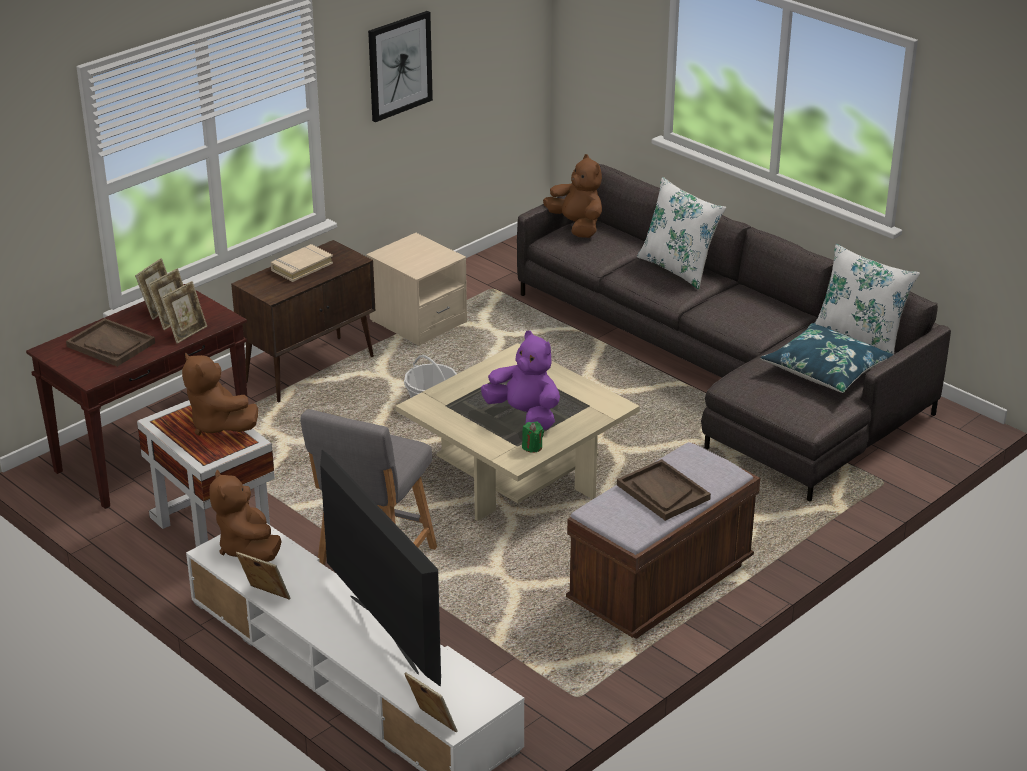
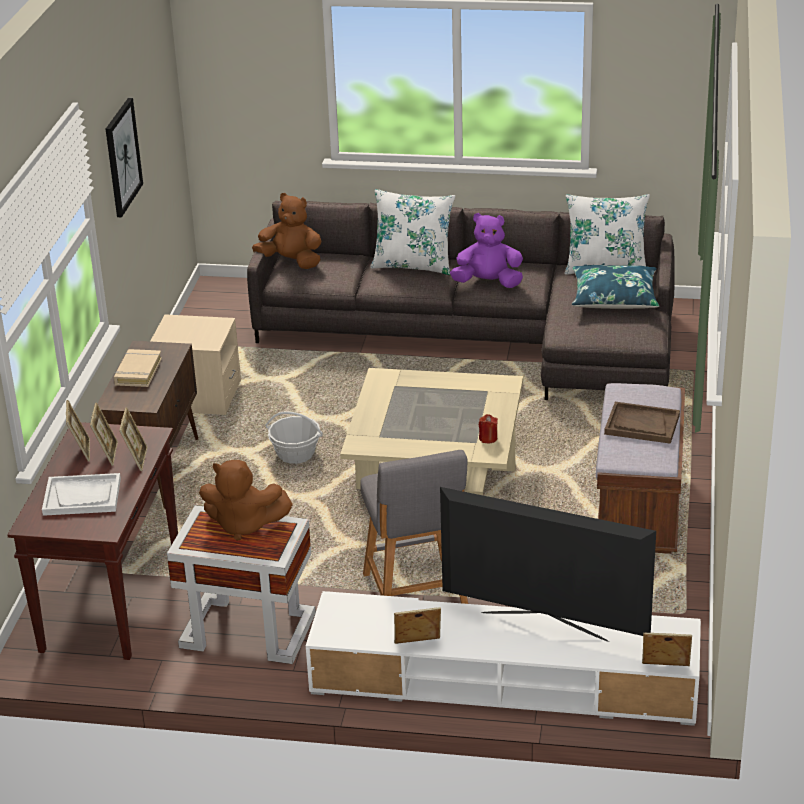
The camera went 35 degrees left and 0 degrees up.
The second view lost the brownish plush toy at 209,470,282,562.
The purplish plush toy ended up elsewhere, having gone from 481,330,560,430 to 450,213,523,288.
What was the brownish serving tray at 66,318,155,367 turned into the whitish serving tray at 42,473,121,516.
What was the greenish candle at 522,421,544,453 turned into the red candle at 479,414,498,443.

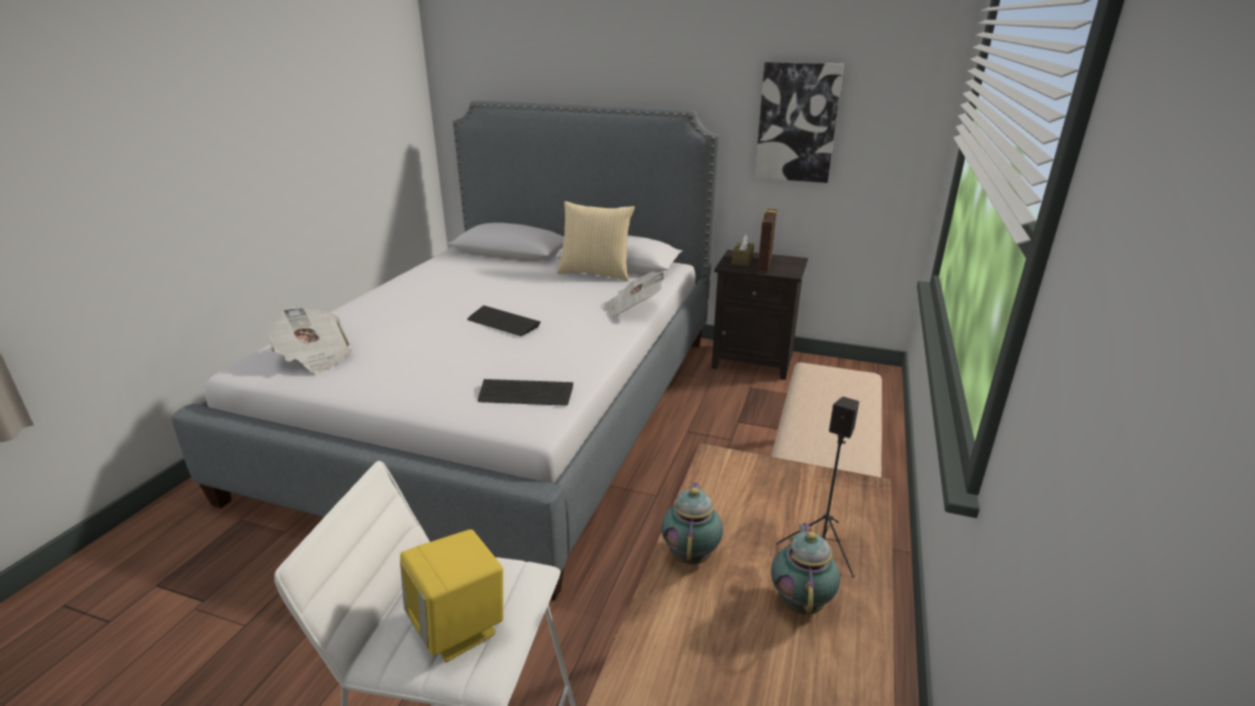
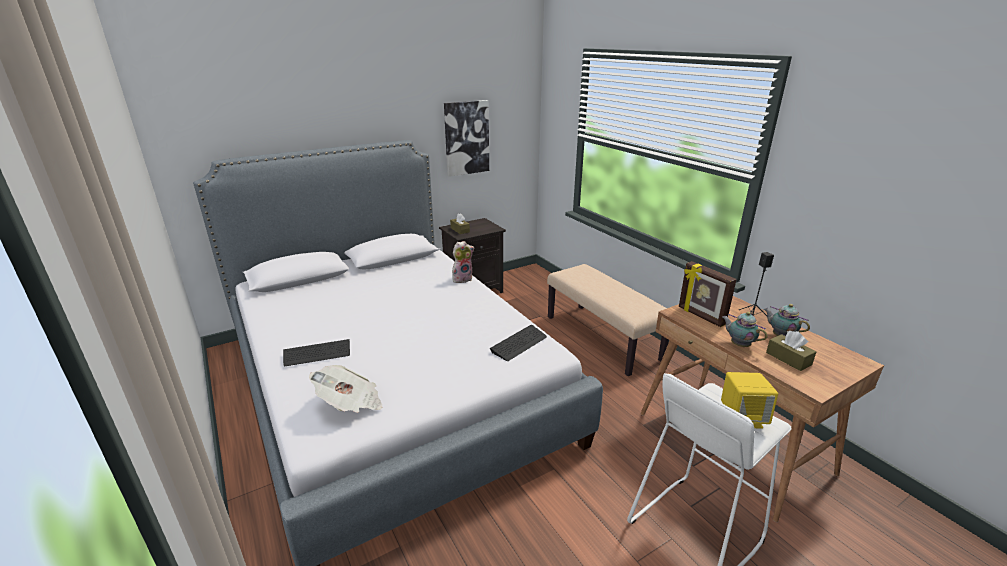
The camera went 50 degrees left and 0 degrees up.
The second view lost the pillow at 557,201,635,281.
The second view gained the brownish tissue box at 766,331,816,371.
The computer keyboard ended up elsewhere, having gone from 467,305,540,336 to 283,339,350,366.
The standing frame ended up elsewhere, having gone from 758,209,777,272 to 679,261,737,327.
Where the daily paper stood at 600,272,667,316, the plush toy came to stand at 452,241,474,283.

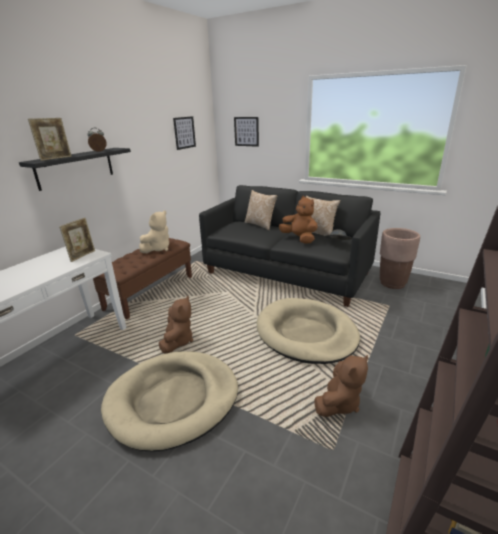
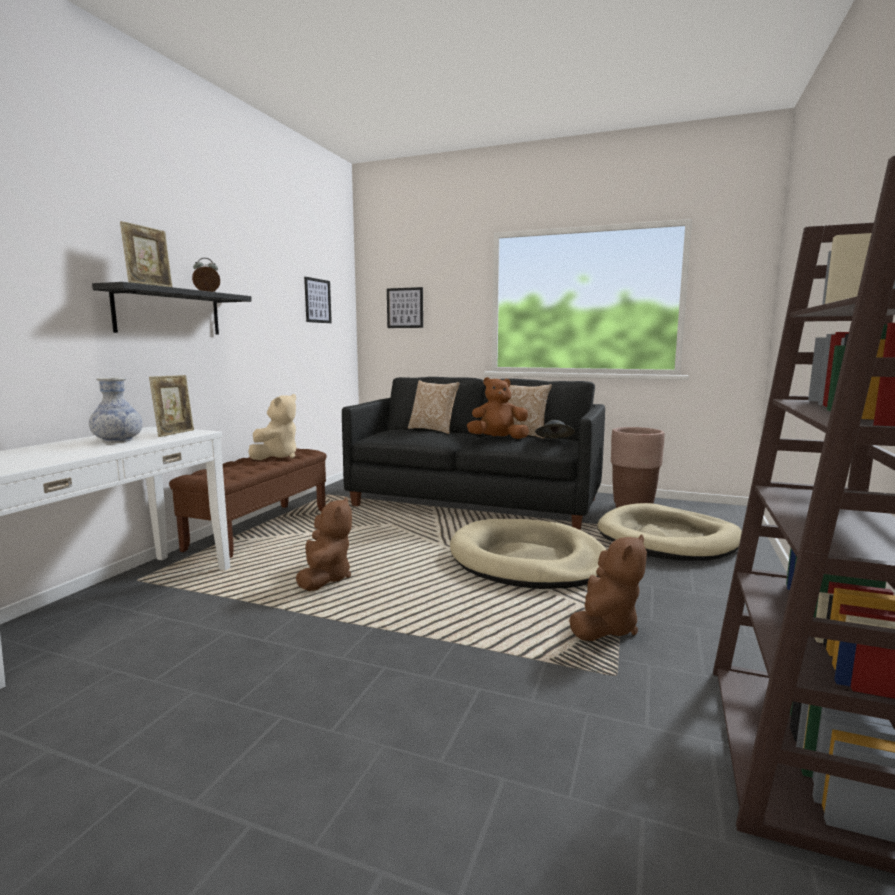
The camera went 10 degrees left and 15 degrees down.
The second view gained the decorative vase at 89,378,142,443.
The beige-coloured pet bed ended up elsewhere, having gone from 101,351,238,452 to 597,503,742,561.
The brownish plush toy at 279,196,318,243 ended up facing another way, 45 degrees counterclockwise from before.

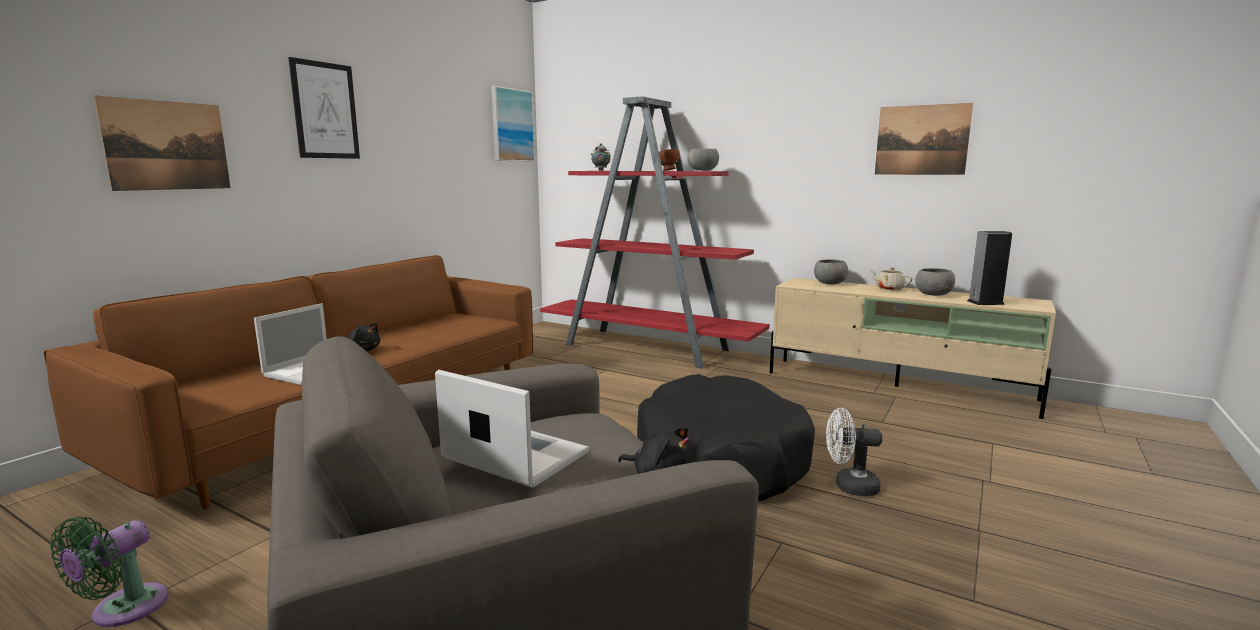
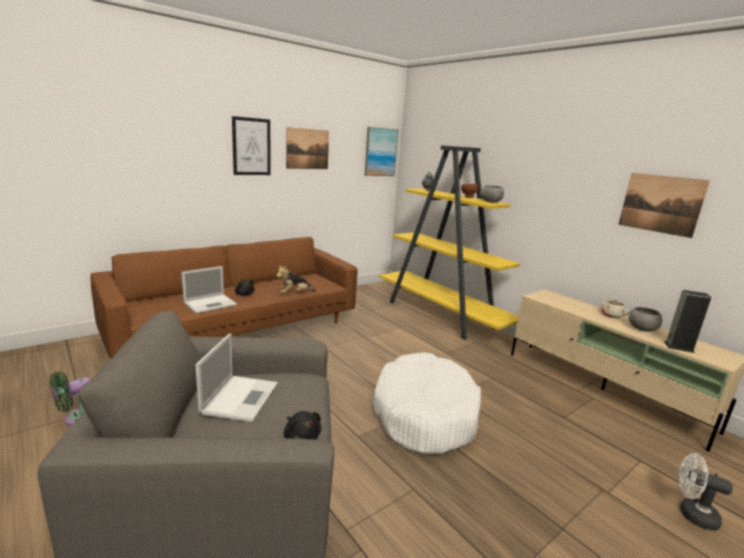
The camera went 20 degrees right and 5 degrees up.
The second view lost the greyish deep dish at 814,259,848,284.
The second view gained the plush toy at 276,265,315,293.
The wall picture ended up elsewhere, having gone from 94,95,230,191 to 286,127,329,169.
The whitish cooling fan ended up elsewhere, having gone from 826,408,882,496 to 678,453,733,531.
What was the red shelving unit at 540,96,770,368 turned into the yellowish shelving unit at 379,145,520,340.
What was the black-coloured pet bed at 637,374,815,501 turned into the whitish pet bed at 372,352,481,455.
The laptop at 435,370,589,488 ended up facing another way, 45 degrees clockwise from before.

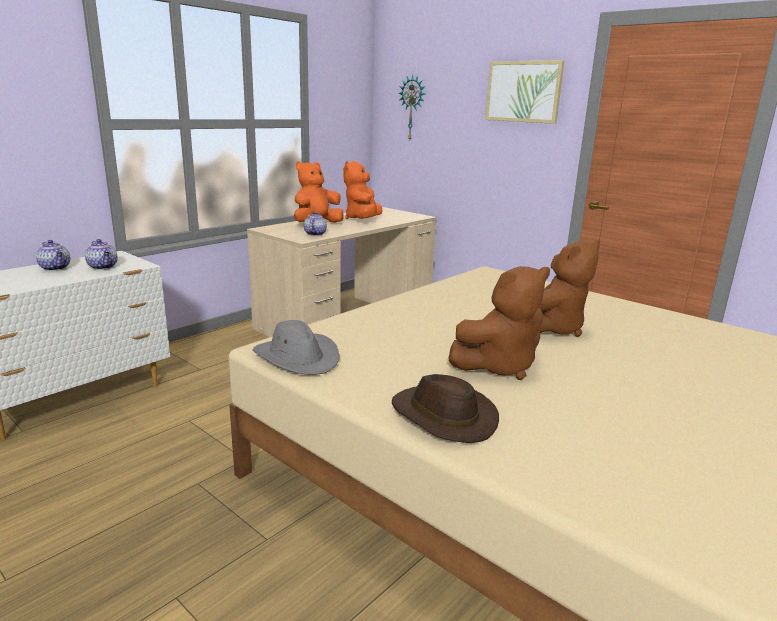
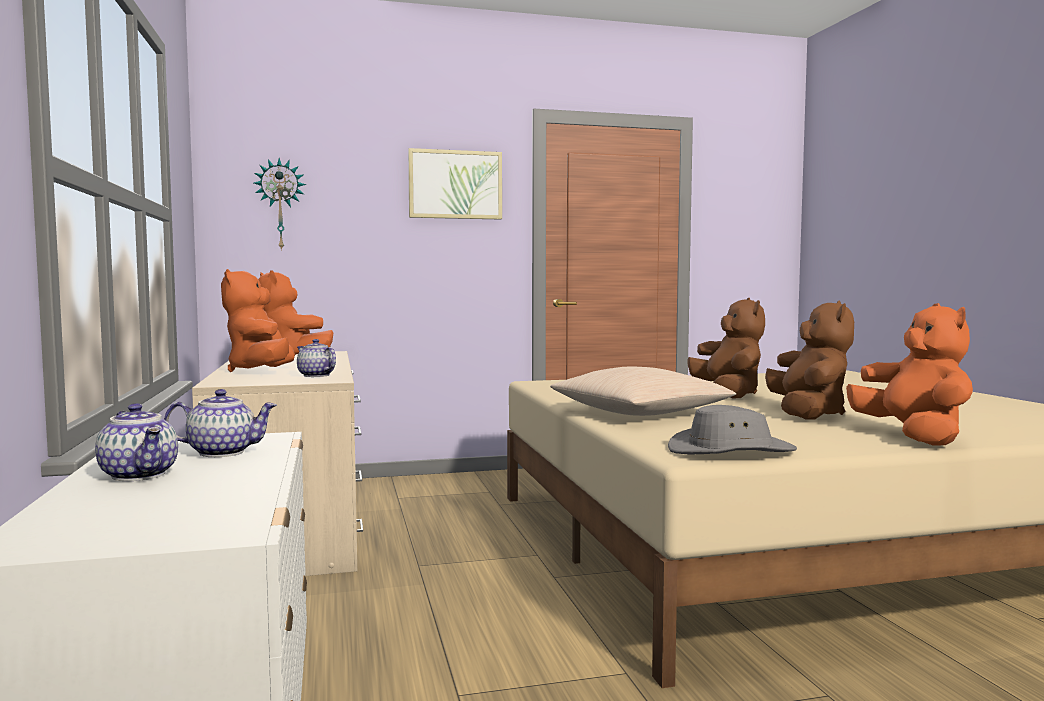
The camera went 55 degrees left and 15 degrees down.
The second view gained the beige-coloured pillow at 550,367,736,416.
Where the brownish hat stood at 392,374,499,443, the orangey plush toy came to stand at 846,303,973,446.
The tea pot at 36,240,70,271 ended up facing another way, 60 degrees clockwise from before.

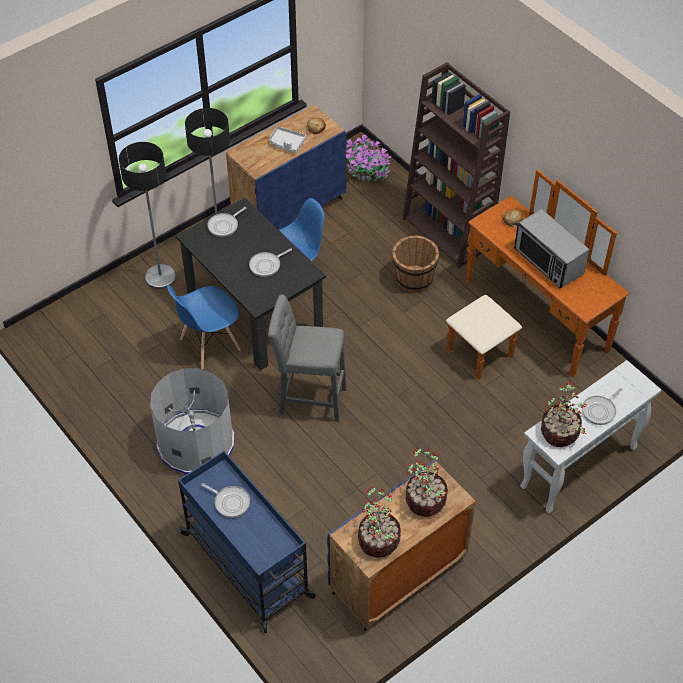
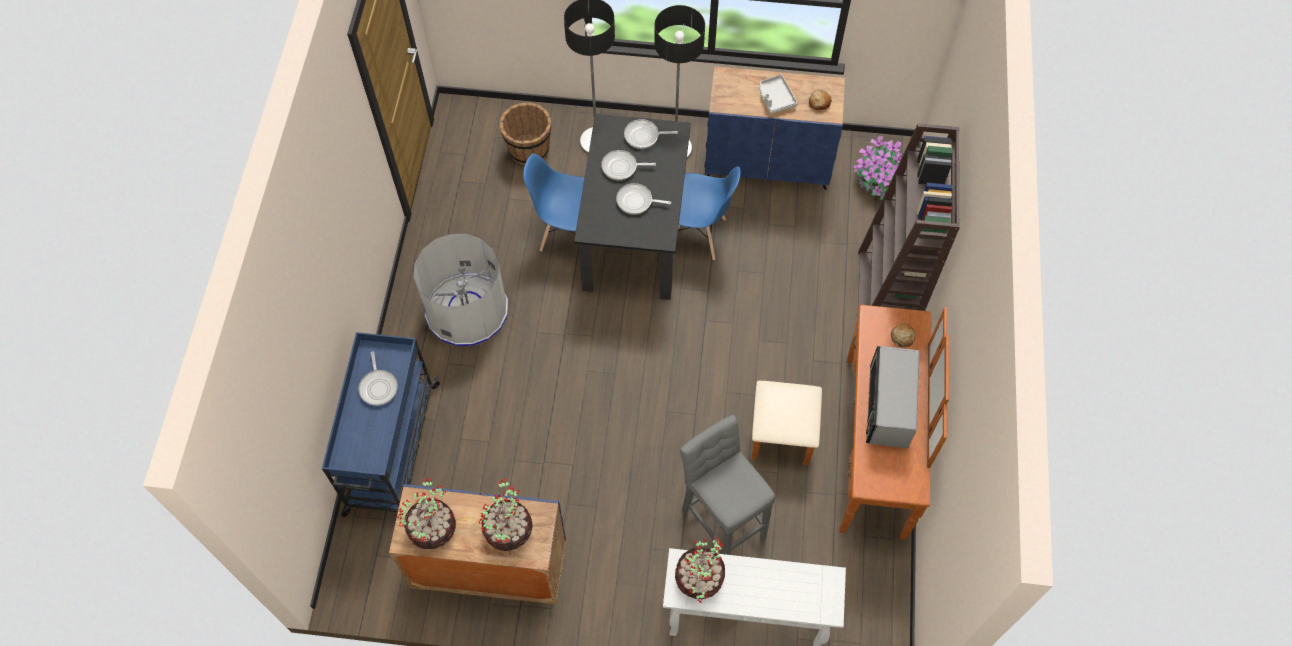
The camera went 45 degrees right and 10 degrees up.
The greyish stool ended up elsewhere, having gone from 268,295,347,422 to 680,415,775,555.
The brownish bucket ended up elsewhere, having gone from 392,235,439,293 to 499,102,551,166.
The pan ended up elsewhere, having gone from 582,388,622,425 to 601,150,656,180.

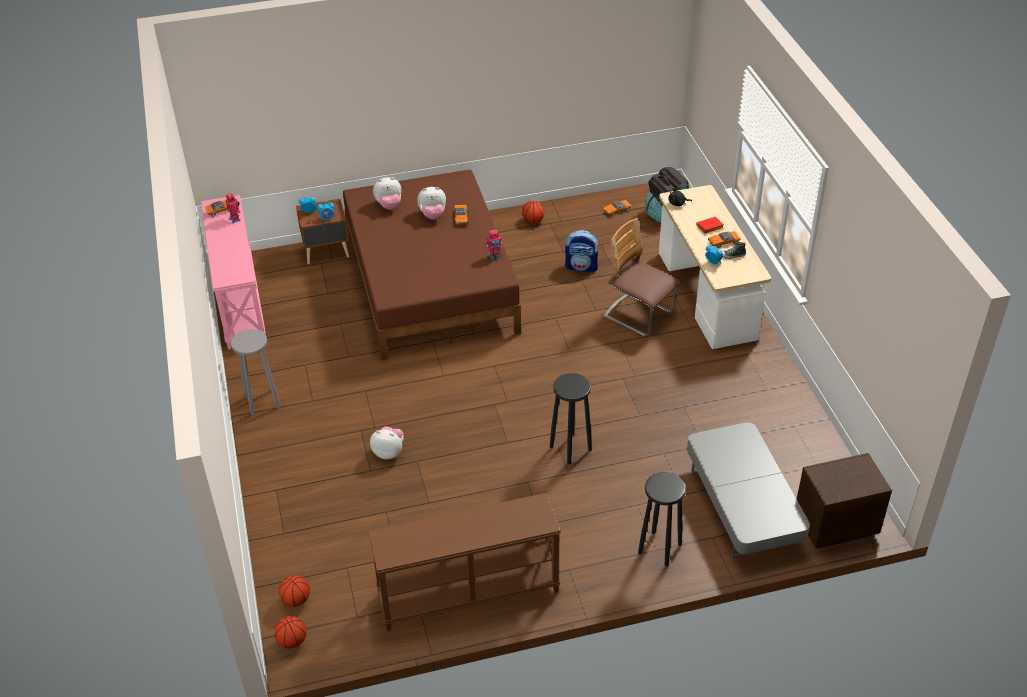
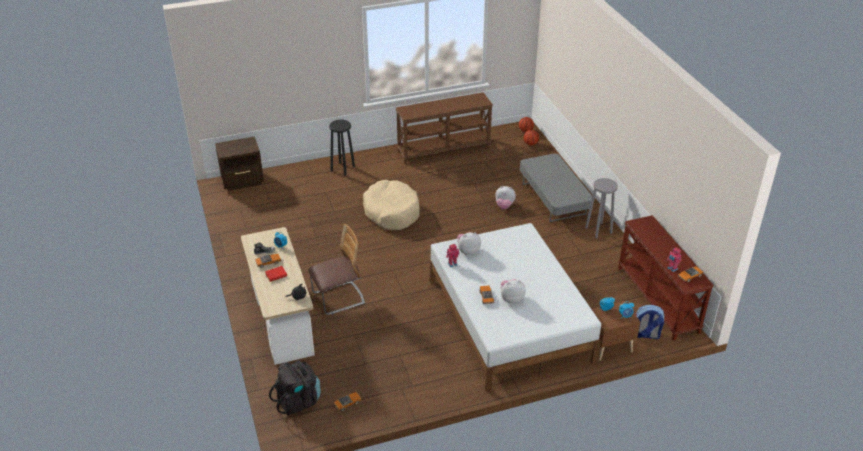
The camera went 175 degrees right and 5 degrees down.
The second view lost the ball for basketball at 522,201,545,224.
The plush toy ended up elsewhere, having gone from 373,177,401,210 to 457,232,481,255.
The backpack ended up elsewhere, having gone from 565,230,600,273 to 636,305,665,339.
The greyish low table ended up elsewhere, having gone from 687,422,810,558 to 520,154,592,222.
Where the black-coloured stool stood at 550,373,592,464, the beige-coloured pet bed came to stand at 363,180,420,230.
What was the pink-coloured hall table at 201,195,266,349 turned into the brownish hall table at 618,215,714,341.
What was the brownish bedroom bed at 343,169,521,360 turned into the whitish bedroom bed at 430,223,601,392.
The plain chair at 604,218,679,337 ended up facing another way, 60 degrees counterclockwise from before.

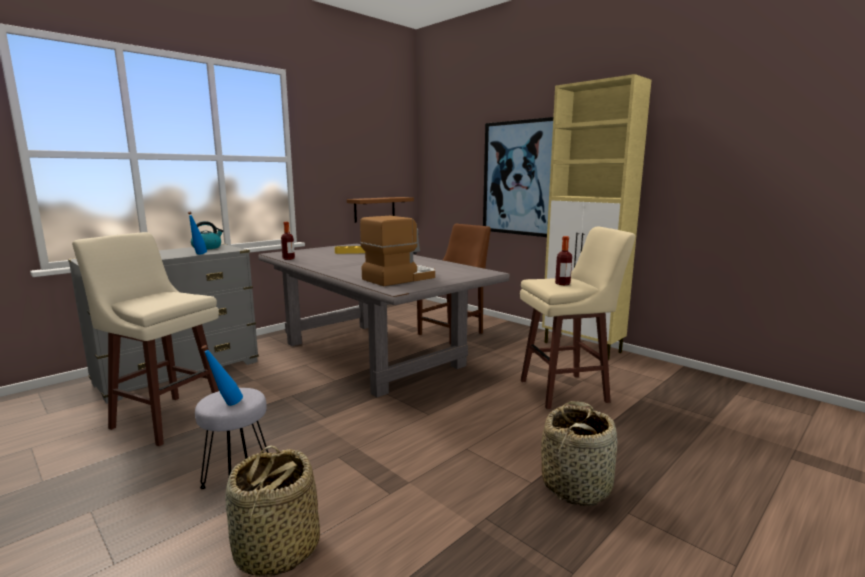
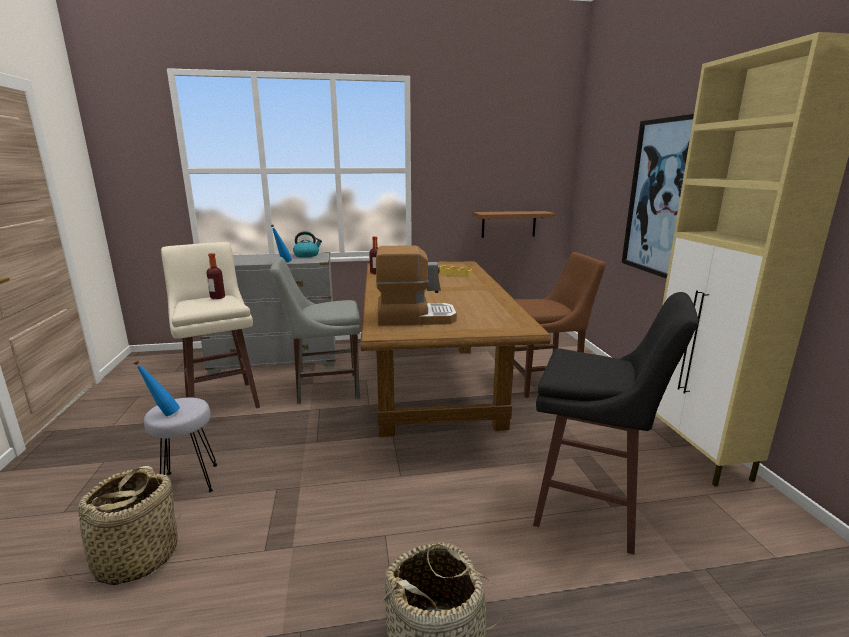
The camera went 35 degrees right and 5 degrees up.
The second view gained the greyish plain chair at 270,257,361,404.
The bottle ended up elsewhere, having gone from 555,236,572,285 to 206,253,225,299.
What was the greyish dinner table at 258,244,509,397 turned into the brownish dinner table at 361,261,551,437.
What was the beige-coloured stool at 520,226,636,409 turned into the black-coloured stool at 533,292,698,555.

